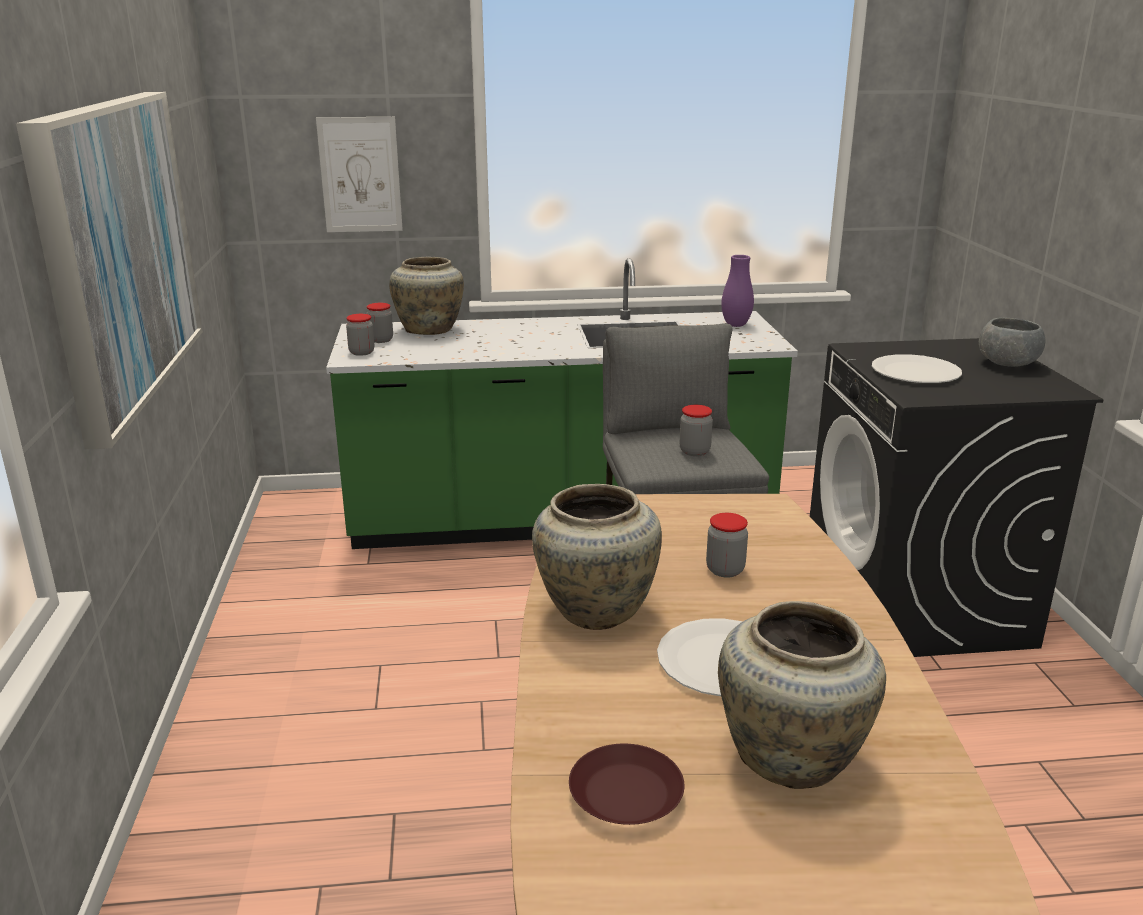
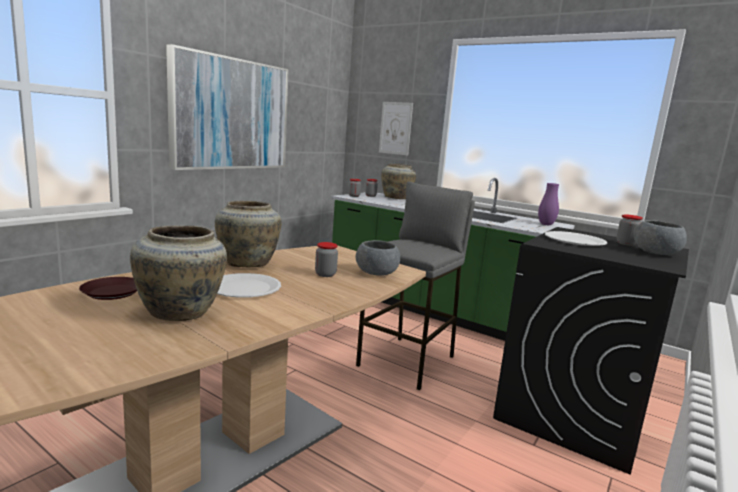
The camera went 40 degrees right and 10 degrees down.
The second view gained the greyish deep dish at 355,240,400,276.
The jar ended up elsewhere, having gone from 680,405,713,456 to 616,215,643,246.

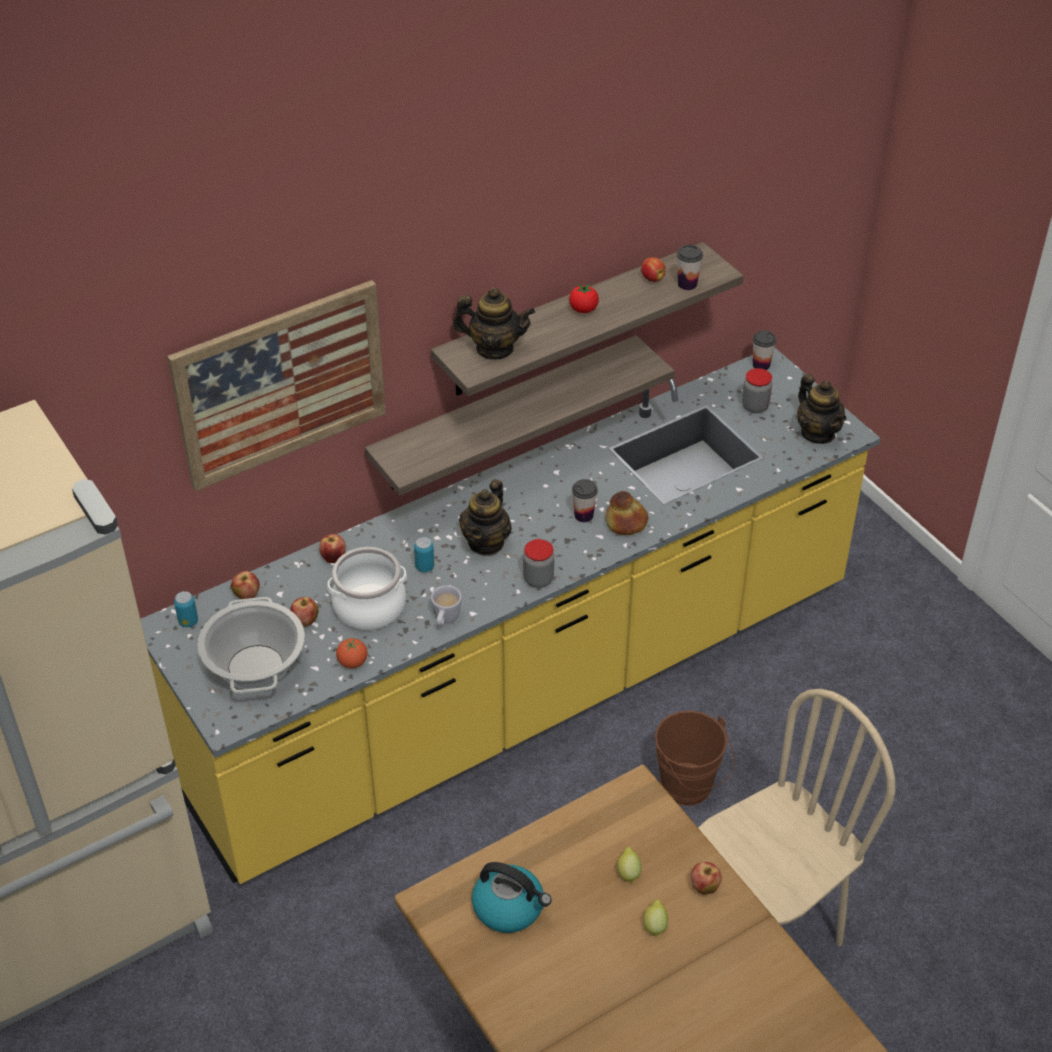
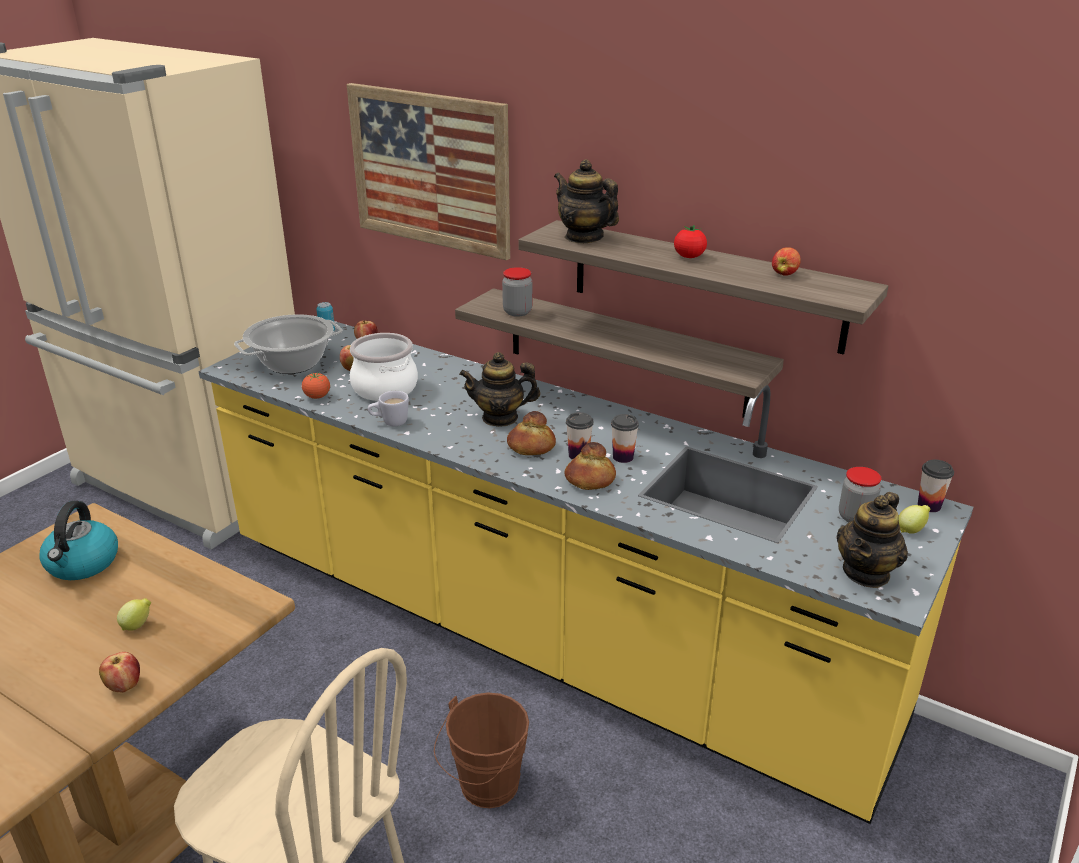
The camera went 65 degrees right and 15 degrees down.
The second view lost the whole apple at 319,534,346,563.
The second view lost the can at 414,537,434,572.
The second view gained the baked bread at 507,411,556,455.
The jar ended up elsewhere, having gone from 523,539,554,588 to 502,267,532,317.
The lemon ended up elsewhere, having gone from 643,899,668,937 to 899,505,930,534.
The drinking cup ended up elsewhere, having gone from 677,245,703,290 to 611,414,639,463.
The tea pot at 452,287,535,360 ended up facing another way, 150 degrees clockwise from before.

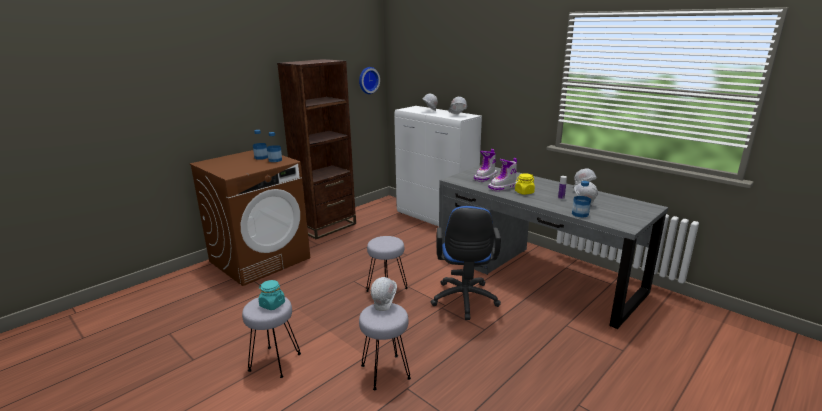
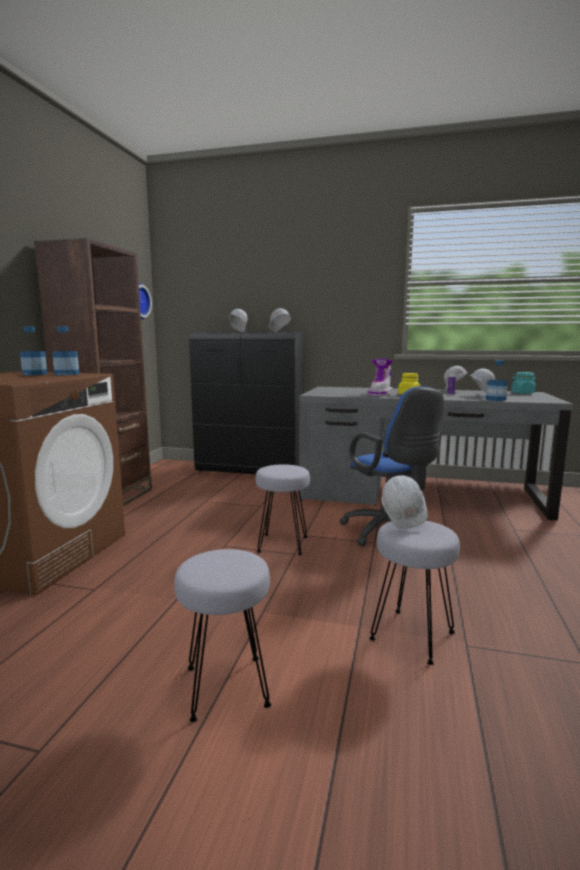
The camera went 30 degrees left and 10 degrees down.
The second view lost the tall boot at 474,149,497,182.
The turquoise-coloured jar ended up elsewhere, having gone from 259,280,285,310 to 511,372,536,394.
What was the whitish cabinet at 394,106,482,226 turned into the black-coloured cabinet at 189,332,304,474.

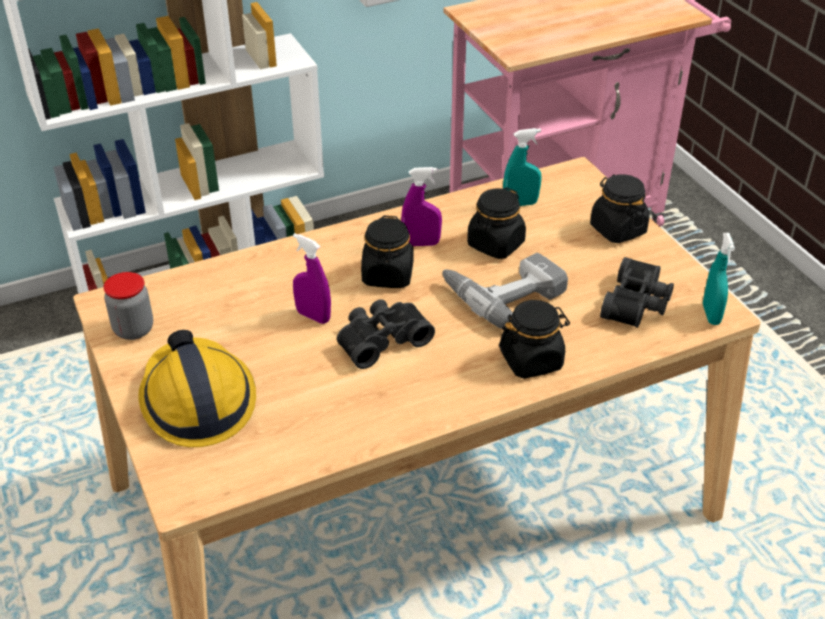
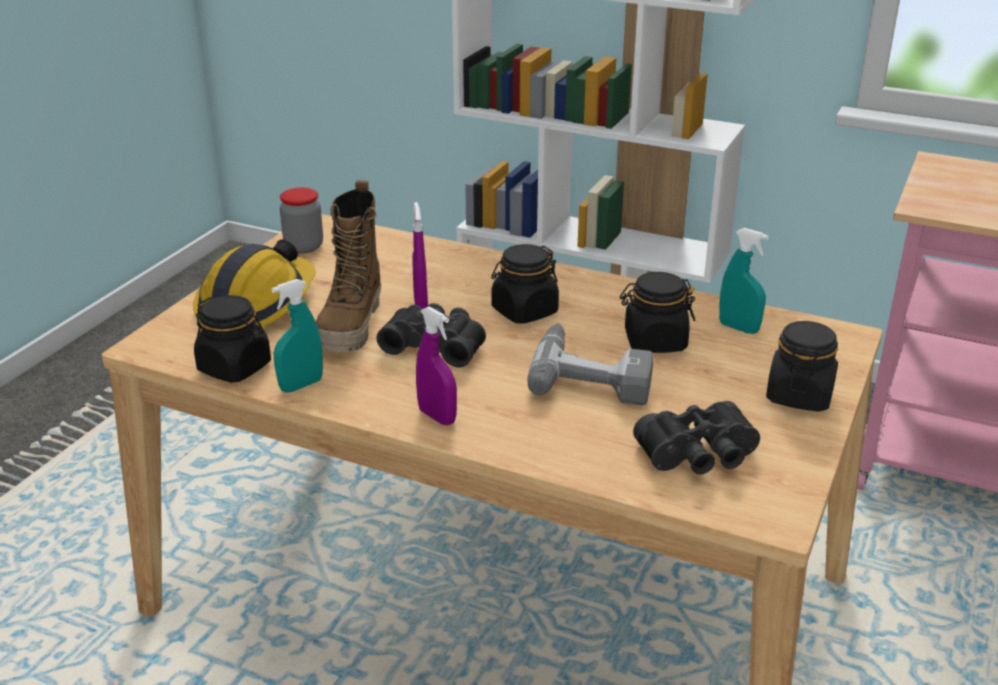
The camera went 50 degrees right and 10 degrees down.
The second view gained the tall boot at 315,180,381,352.
The purplish sprayer ended up elsewhere, having gone from 401,167,442,246 to 416,307,457,425.
The black-coloured jar ended up elsewhere, having gone from 499,300,570,379 to 194,295,271,383.
The turquoise-coloured sprayer ended up elsewhere, having gone from 703,233,735,325 to 272,279,323,393.

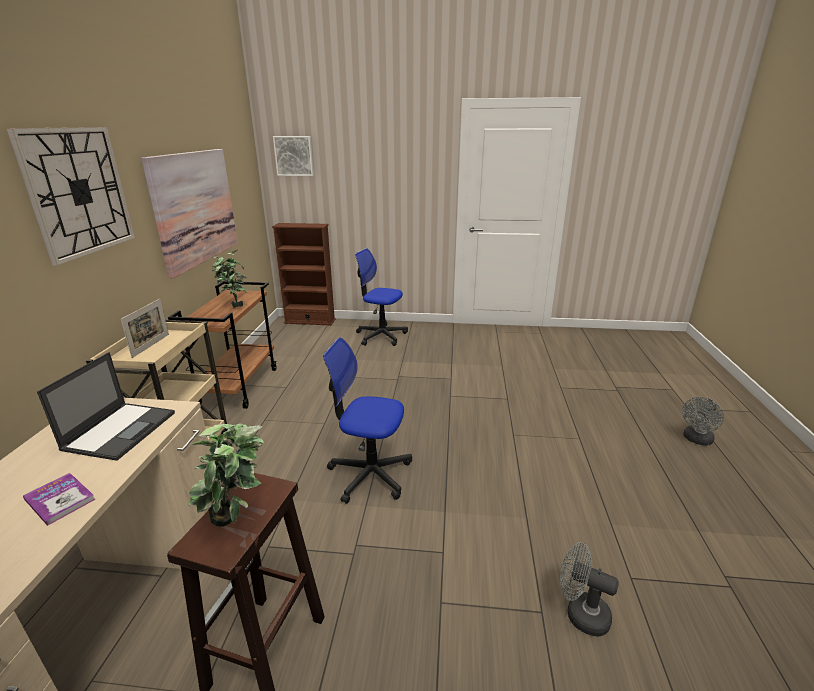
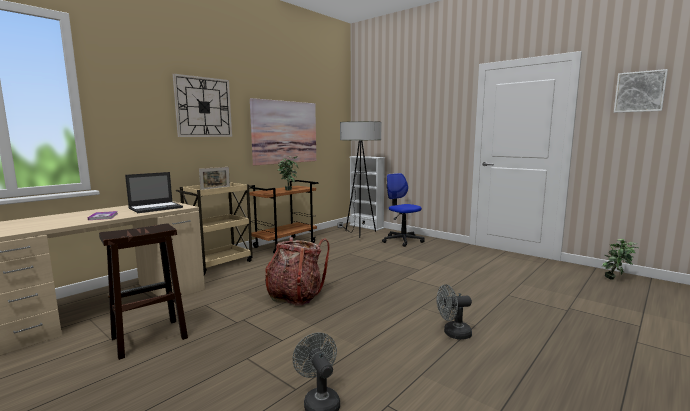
The camera went 35 degrees right and 15 degrees down.
The second view gained the floor lamp at 338,121,381,238.
The potted plant ended up elsewhere, having gone from 188,424,264,527 to 602,239,638,280.
The wall picture ended up elsewhere, having gone from 273,136,314,176 to 614,69,668,113.
The greyish cooling fan ended up elsewhere, having gone from 682,397,724,446 to 437,284,472,340.
Where the office chair stood at 323,338,412,504, the backpack came to stand at 265,237,330,306.
What was the brownish shelving unit at 272,223,335,325 turned into the whitish shelving unit at 349,156,385,231.

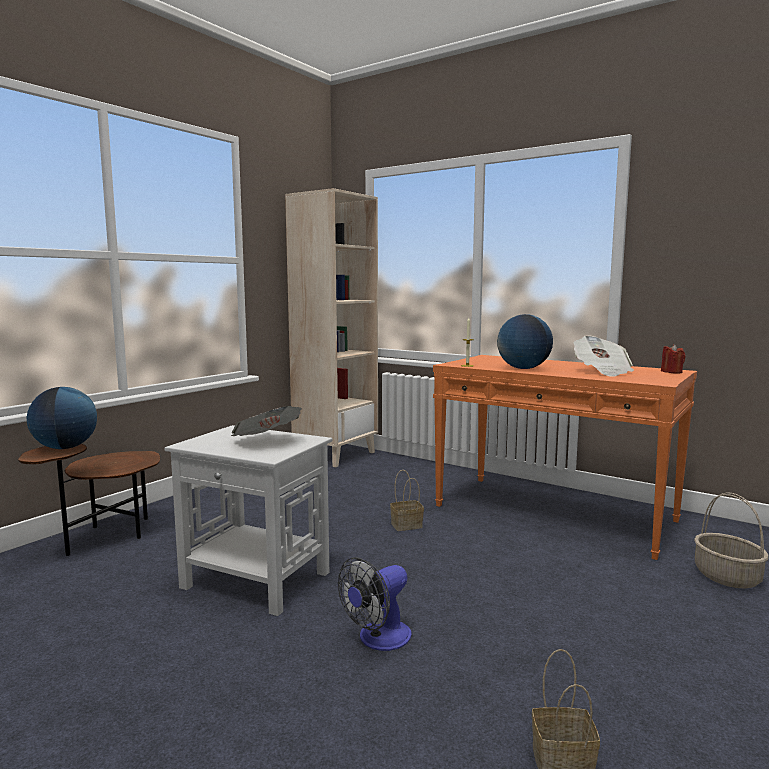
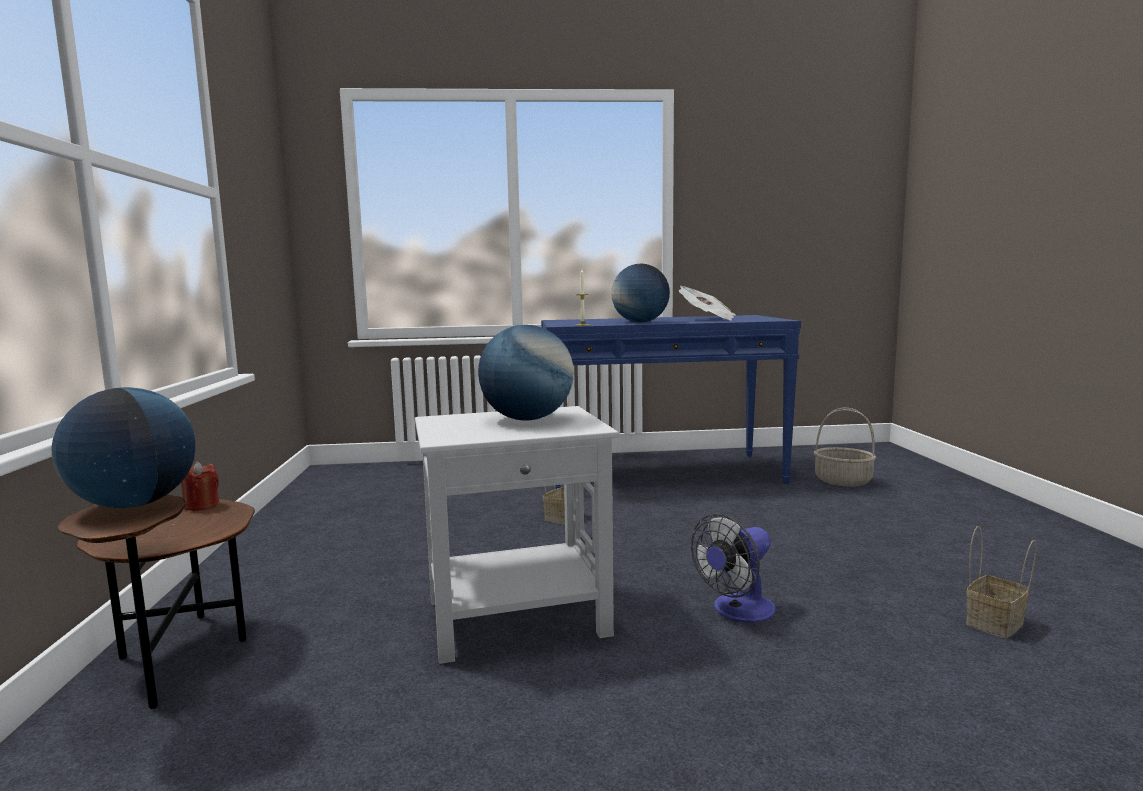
The camera went 40 degrees left and 0 degrees up.
The second view lost the beige-coloured shelving unit at 285,188,378,468.
The red candle ended up elsewhere, having gone from 661,344,685,373 to 181,461,219,511.
Where the daily paper stood at 231,406,302,436, the globe came to stand at 478,325,574,421.
What was the orangey hall table at 433,355,697,560 turned into the blue hall table at 541,315,801,489.
The cooling fan at 338,557,412,651 ended up facing another way, 45 degrees clockwise from before.

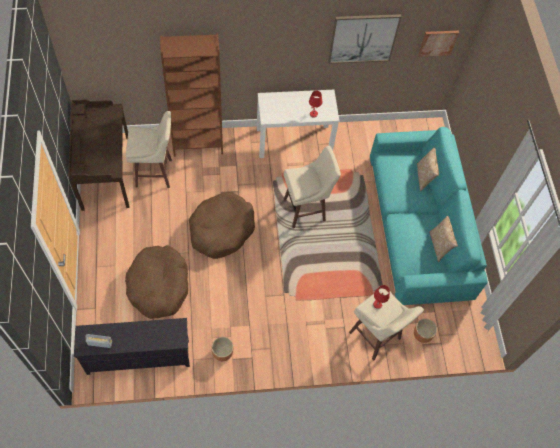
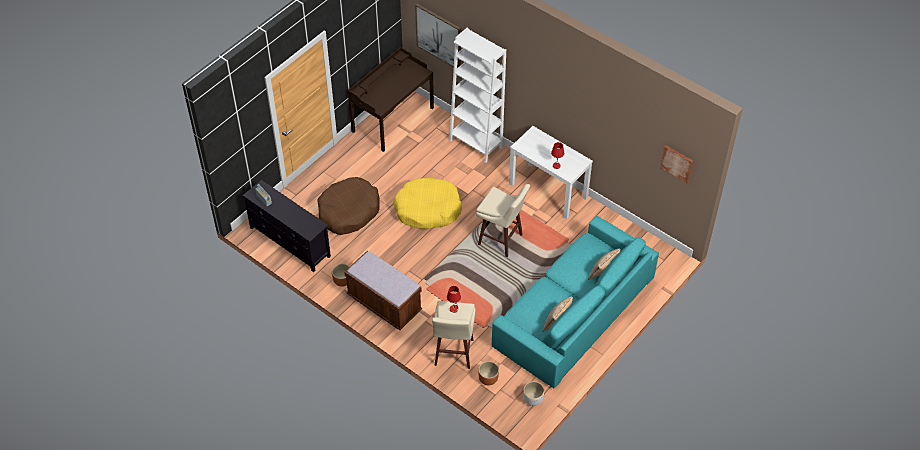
The camera went 50 degrees right and 10 degrees down.
The second view lost the beige-coloured stool at 126,111,172,188.
The second view gained the brownish indoor bench at 344,251,422,330.
The second view gained the whitish planter at 523,381,544,406.
The wall picture ended up elsewhere, having gone from 328,14,402,64 to 415,4,461,68.
What was the brownish shelving unit at 160,33,223,157 turned into the whitish shelving unit at 450,27,506,163.
What was the brownish pet bed at 189,192,255,259 turned into the yellowish pet bed at 393,178,462,229.

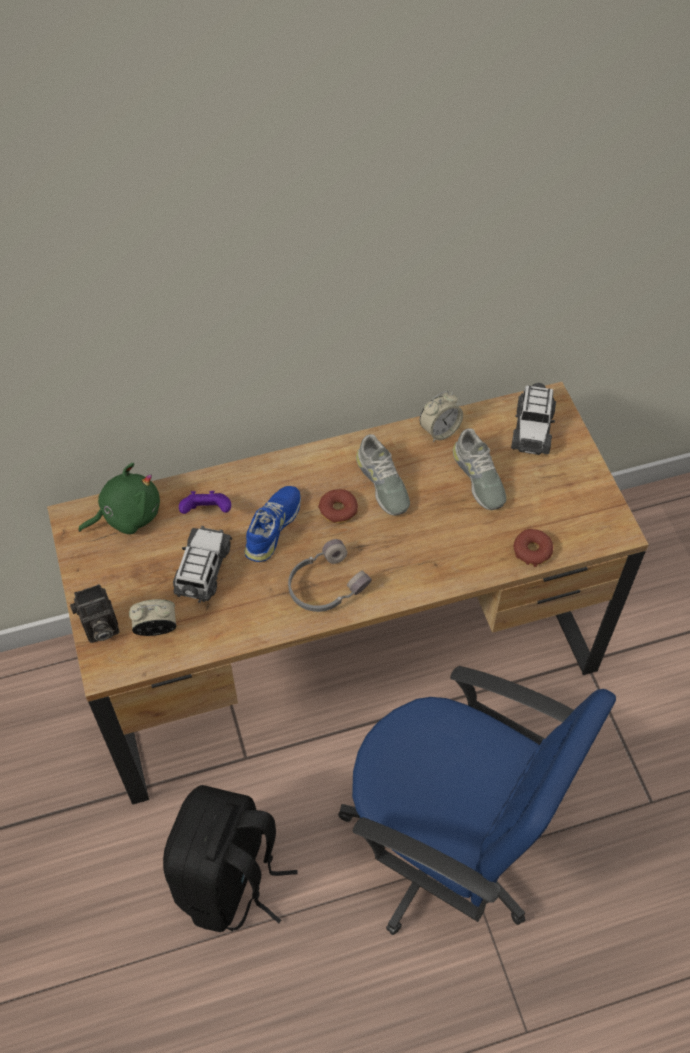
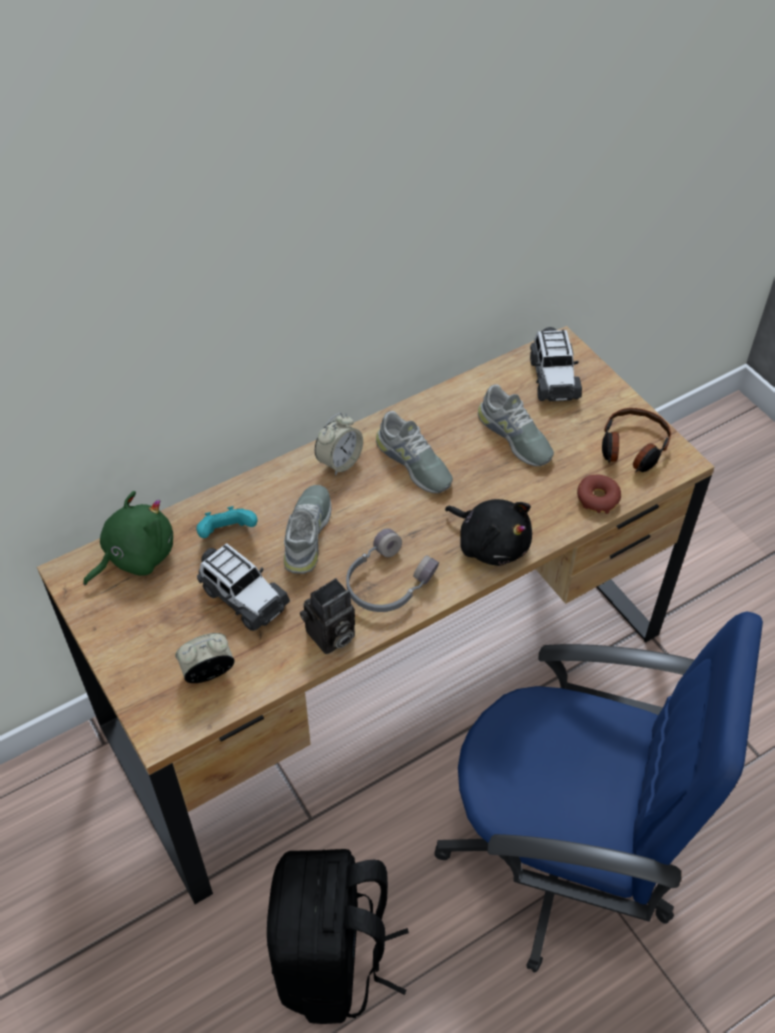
The camera went 15 degrees left and 5 degrees down.
The second view lost the doughnut at 318,489,358,523.
The second view gained the black-coloured plush toy at 445,499,532,566.
The second view gained the headphones at 602,408,671,472.
The still camera ended up elsewhere, having gone from 70,584,119,643 to 300,578,355,654.
The alarm clock ended up elsewhere, having gone from 420,391,463,442 to 315,413,363,476.
What was the purplish game controller at 179,491,231,514 turned into the turquoise-coloured game controller at 197,506,257,538.
What was the blue shoe at 244,486,301,562 turned into the greyish shoe at 284,485,331,574.
The toy car at 173,526,232,603 ended up facing another way, 135 degrees clockwise from before.

